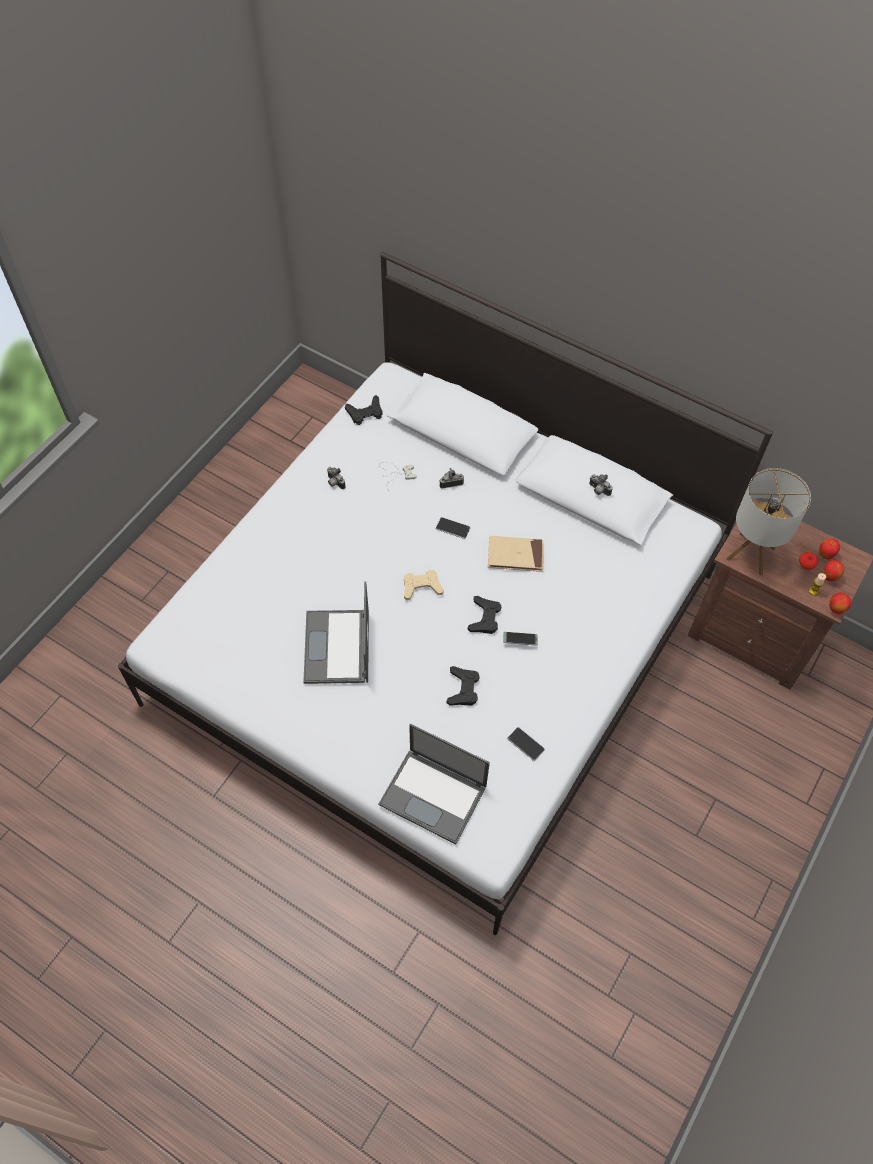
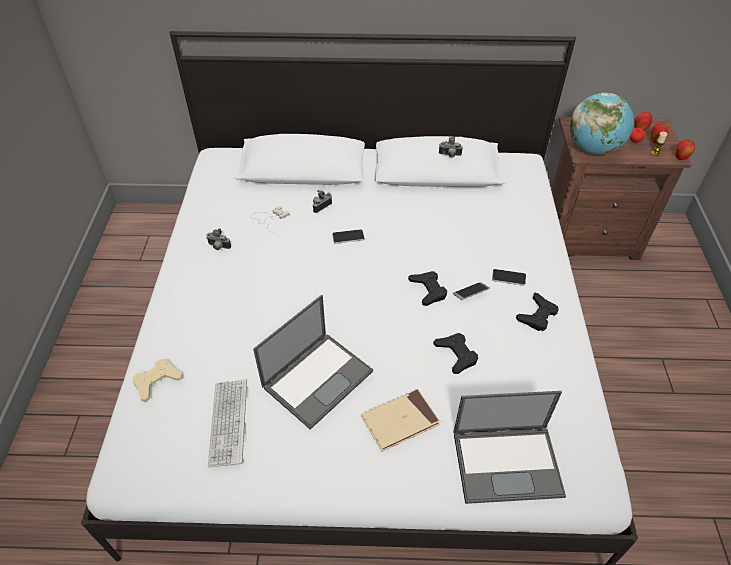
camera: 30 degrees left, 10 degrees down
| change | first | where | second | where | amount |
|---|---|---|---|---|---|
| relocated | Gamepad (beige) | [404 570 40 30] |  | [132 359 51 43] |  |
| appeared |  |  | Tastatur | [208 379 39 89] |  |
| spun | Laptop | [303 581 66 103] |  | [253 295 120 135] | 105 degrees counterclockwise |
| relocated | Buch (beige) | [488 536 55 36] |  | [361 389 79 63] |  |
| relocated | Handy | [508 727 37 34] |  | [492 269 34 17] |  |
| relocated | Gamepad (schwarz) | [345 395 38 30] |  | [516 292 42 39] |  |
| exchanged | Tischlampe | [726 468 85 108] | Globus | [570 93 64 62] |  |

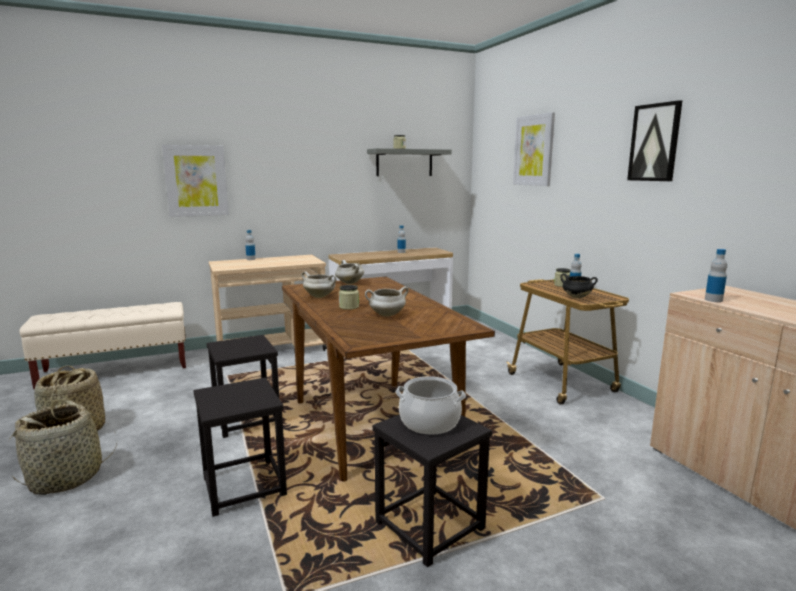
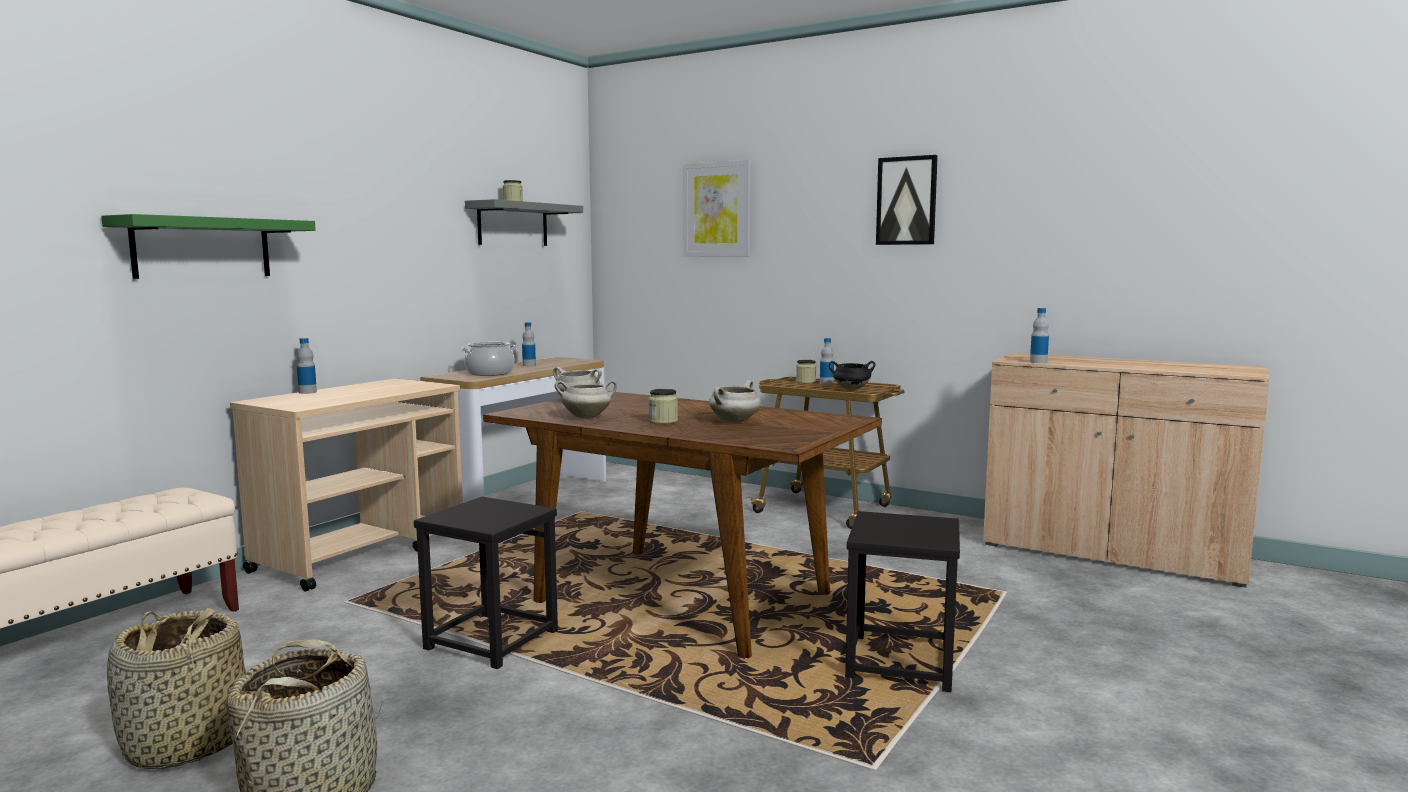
camera: 35 degrees left, 5 degrees down
| change | first | where | second | where | amount |
|---|---|---|---|---|---|
| exchanged | Bild | [162 145 67 72] | Wandregal (grün) | [101 214 215 65] |  |
| relocated | Kochtopf | [396 376 70 58] |  | [462 342 54 34] |  |
| missing | Hocker (schwarz) | [194 377 93 140] |  |  |  |

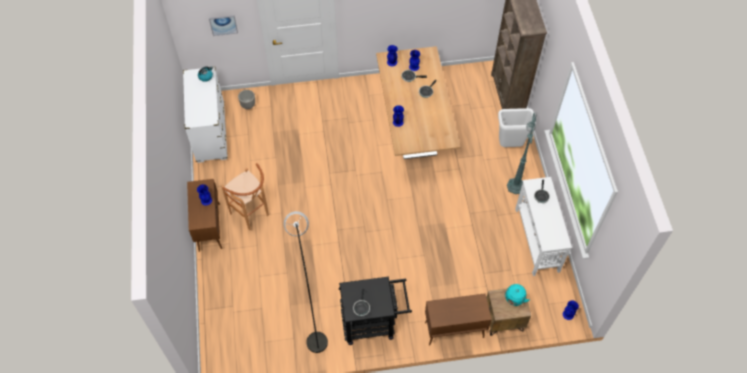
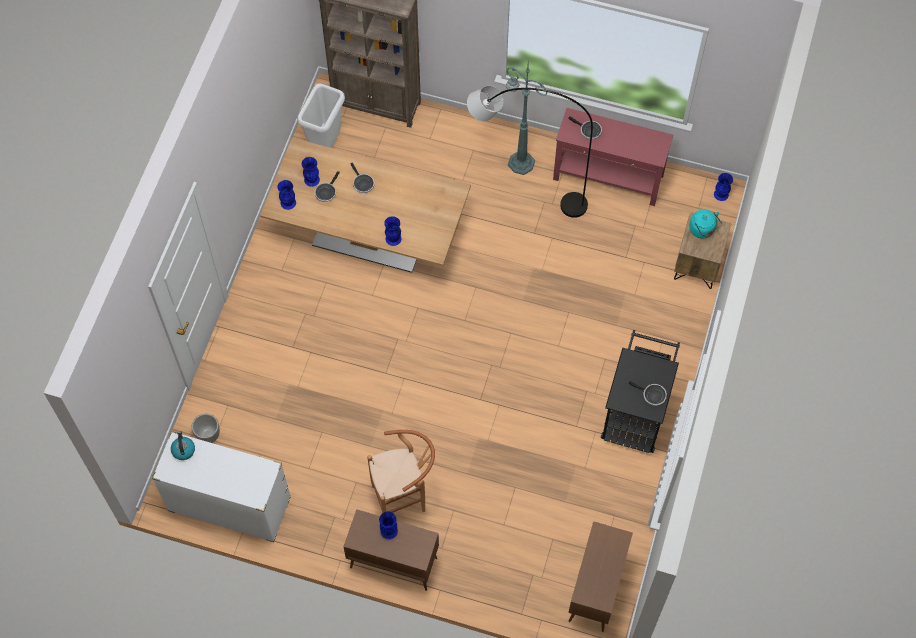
camera: 65 degrees left, 5 degrees up
| change | first | where | second | where | amount |
|---|---|---|---|---|---|
| relocated | Mülleimer (weiß) | [498 108 38 39] |  | [297 83 48 65] |  |
| relocated | Stehlampe (grau) | [284 211 44 142] |  | [467 86 126 132] |  |
| colour | Konsolentisch (weiß) | [515 177 57 99] | Konsolentisch (rot) | [553 108 120 98] |  |
| relocated | Schrank (braun) | [425 293 67 52] |  | [568 521 65 111] |  |
| missing | Bild | [209 15 29 21] |  |  |  |

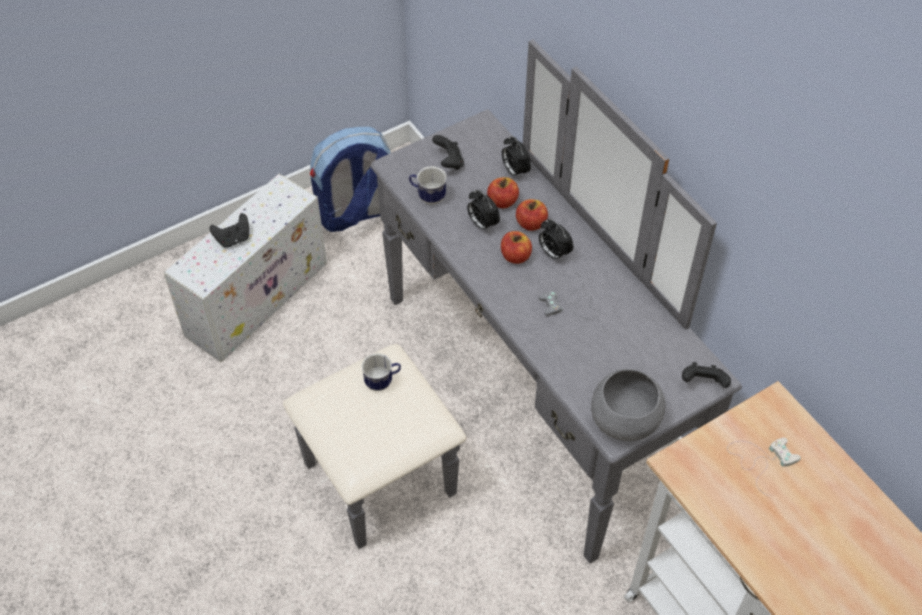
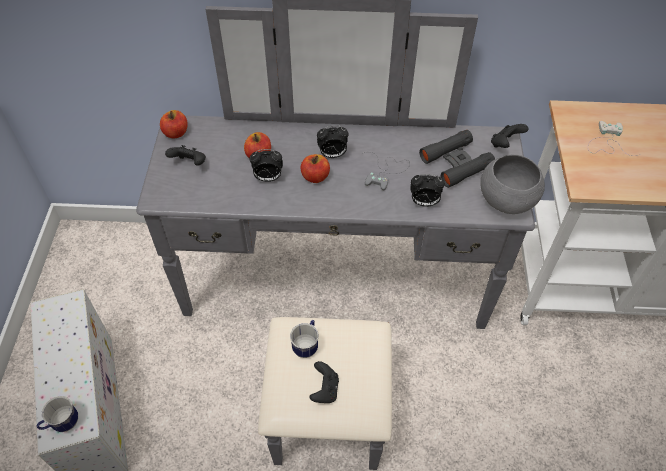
camera: 55 degrees left, 0 degrees up
| change | first | where | second | where | amount |
|---|---|---|---|---|---|
| relocated | Henkelbecher | [409 166 38 39] |  | [37 396 41 36] |  |
| relocated | Apfel | [516 199 32 32] |  | [160 110 28 28] |  |
| relocated | Gamepad (schwarz) | [210 213 39 35] |  | [309 361 30 42] |  |
| relocated | Wecker | [502 136 29 43] |  | [410 174 35 33] |  |
| appeared |  |  | Fernglas (schwarz) | [419 130 76 58] |  |
| missing | Rucksack | [310 127 81 105] |  |  |  |

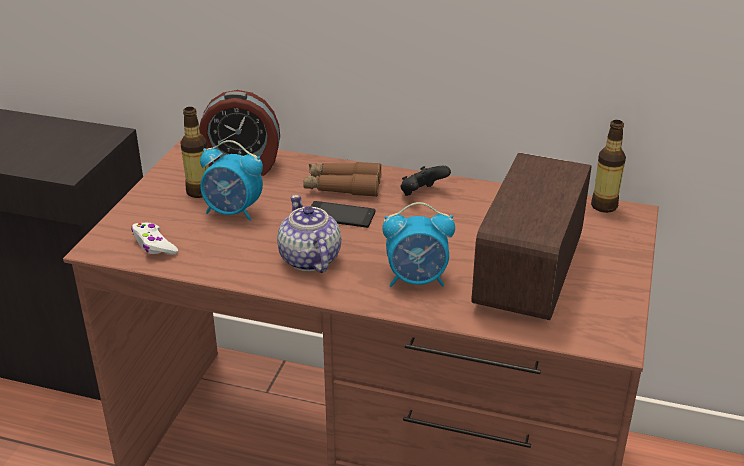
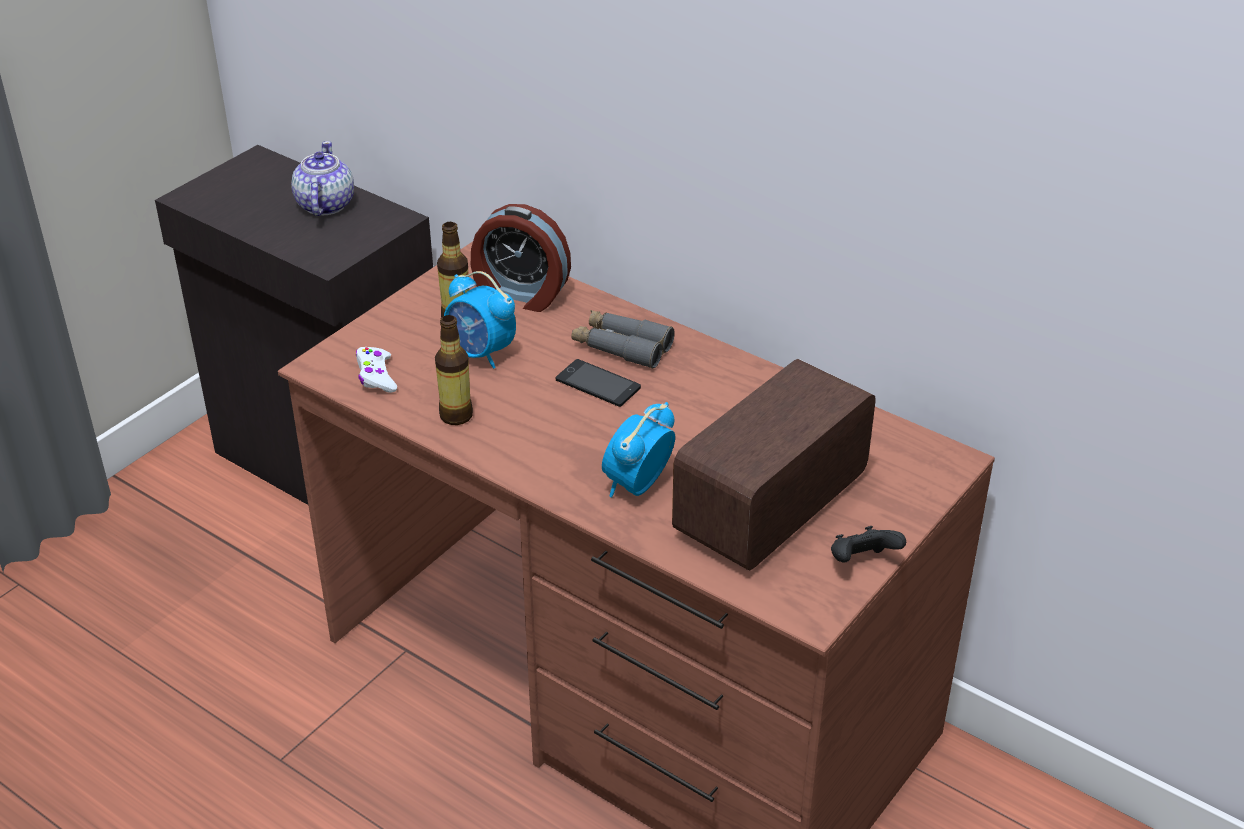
camera: 20 degrees right, 5 degrees up
| change | first | where | second | where | amount |
|---|---|---|---|---|---|
| relocated | Teekanne | [277 195 64 78] |  | [291 141 63 75] |  |
| relocated | Flasche | [591 120 35 93] |  | [435 315 38 110] |  |
| colour | Fernglas (braun) | [303 162 78 35] | Fernglas (grau) | [571 310 104 59] |  |
| spun | Wecker | [382 202 73 85] |  | [602 402 73 95] | 105 degrees clockwise |
| relocated | Gamepad (schwarz) | [400 166 51 30] |  | [831 526 75 37] |  |

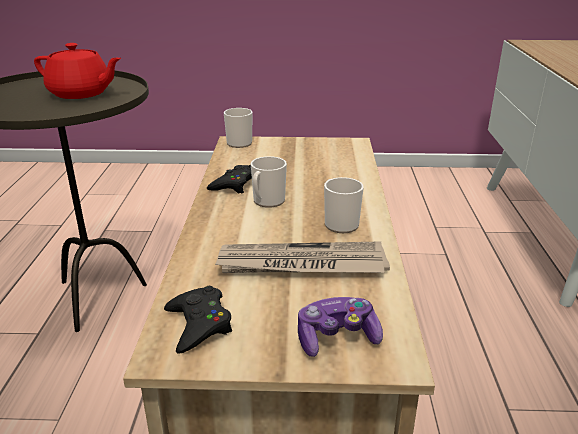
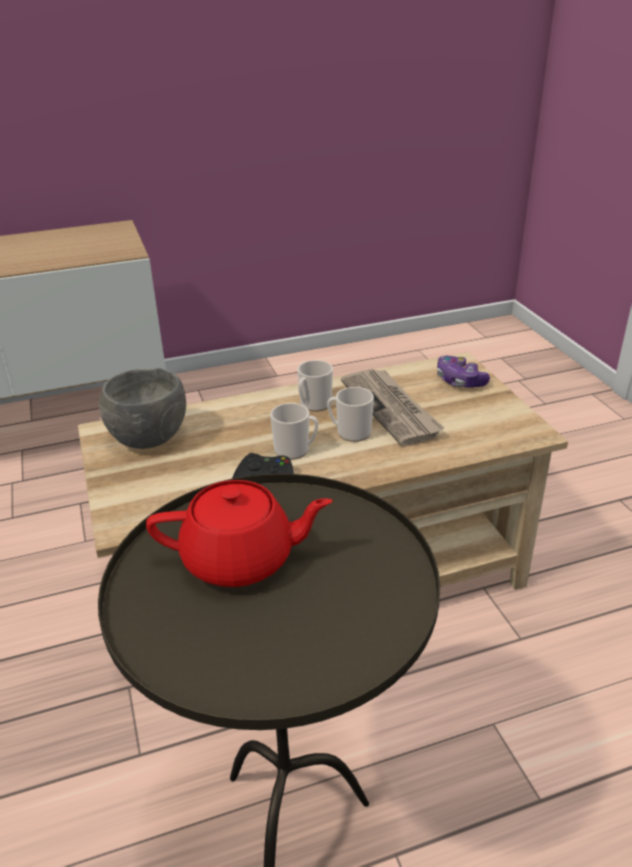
camera: 110 degrees left, 5 degrees up
| change | first | where | second | where | amount |
|---|---|---|---|---|---|
| appeared |  |  | Schüssel (grau) | [99 368 87 81] |  |
| spun | Teekanne (rot) | [34 43 87 56] |  | [146 480 186 107] | 90 degrees clockwise |
| relocated | Henkelbecher | [224 108 29 40] |  | [327 387 47 55] |  |
| missing | Gamepad (schwarz) | [164 286 68 68] |  |  |  |

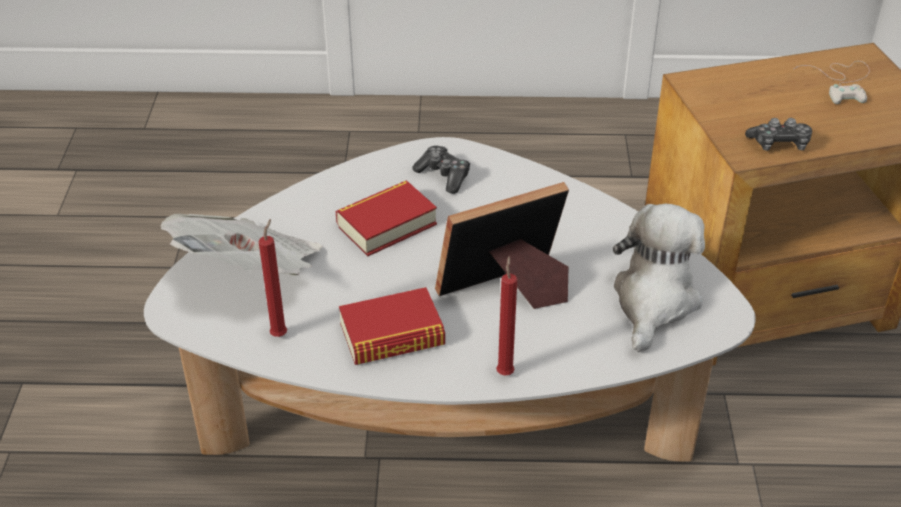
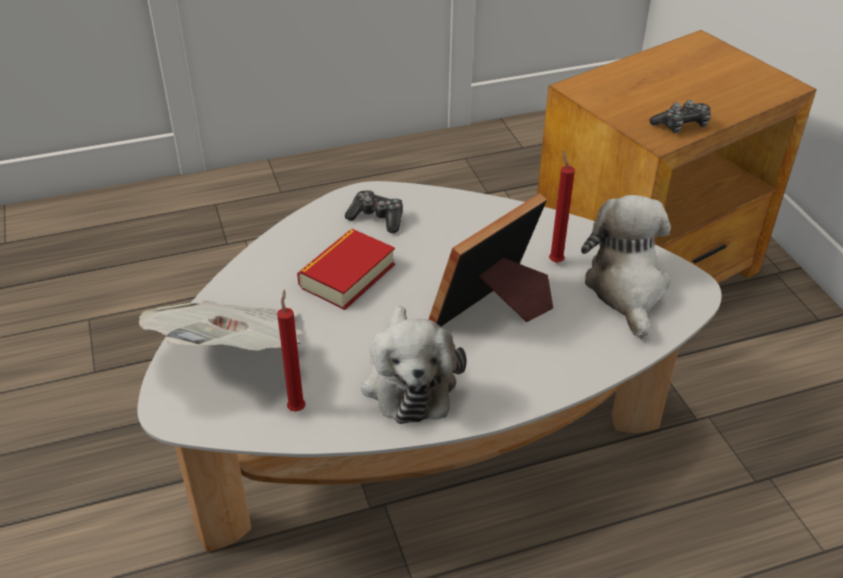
camera: 20 degrees left, 0 degrees up
| change | first | where | second | where | amount |
|---|---|---|---|---|---|
| exchanged | Buch | [339 287 106 78] | Plüschtier | [361 306 105 118] |  |
| relocated | Kerze (rot) | [496 256 21 120] |  | [549 151 26 112] |  |
| missing | Gamepad (weiß) | [794 61 75 43] |  |  |  |

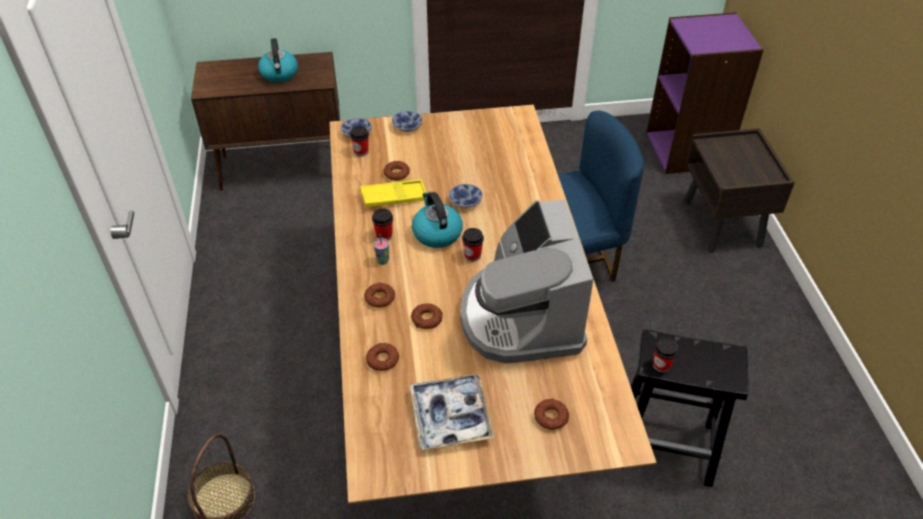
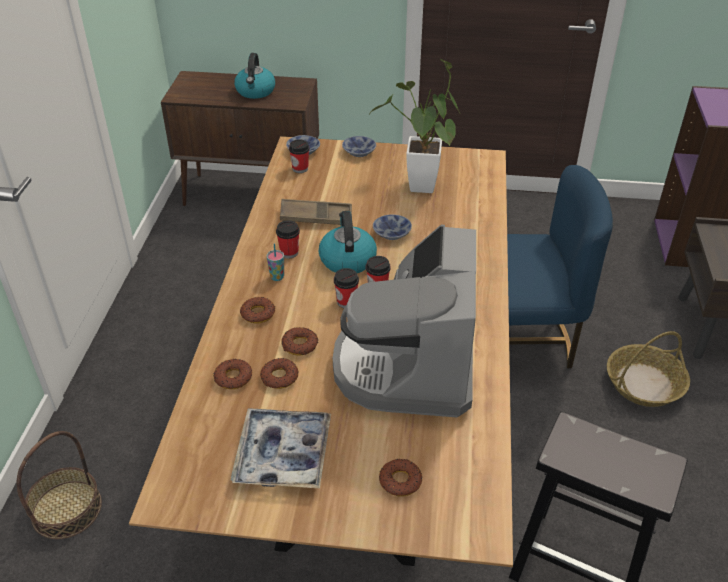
camera: 15 degrees right, 5 degrees down
| change | first | where | second | where | amount |
|---|---|---|---|---|---|
| relocated | Donut | [383 161 27 20] |  | [260 358 39 31] |  |
| colour | Tablett (gelb) | [360 180 66 27] | Tablett (braun) | [280 199 72 26] |  |
| relocated | Tasse | [653 338 25 35] |  | [334 268 25 40] |  |
| appeared |  |  | Topfpflanze | [368 59 92 134] |  |
| appeared |  |  | Korb | [607 331 83 76] |  |

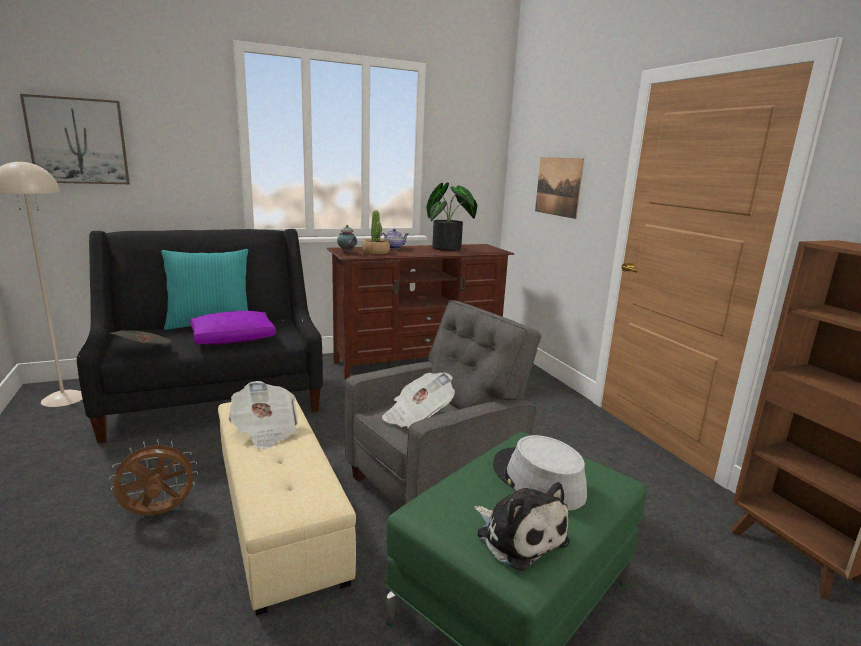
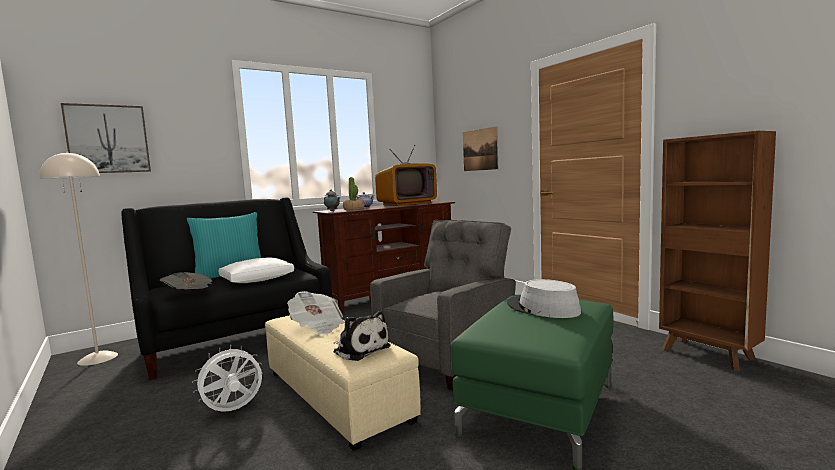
camera: 10 degrees left, 10 degrees down
| change | first | where | second | where | amount |
|---|---|---|---|---|---|
| colour | Ventilator (braun) | [109 439 89 76] | Ventilator (weiß) | [192 345 71 67] |  |
| colour | Kissen (lila) | [190 311 86 33] | Kissen (weiß) | [218 258 76 25] |  |
| relocated | Plüschtier | [474 482 96 89] |  | [334 311 57 50] |  |
| exchanged | Topfpflanze | [426 183 52 68] | Fernseher | [375 145 62 61] |  |
| missing | Zeitung | [382 372 73 57] |  |  |  |

